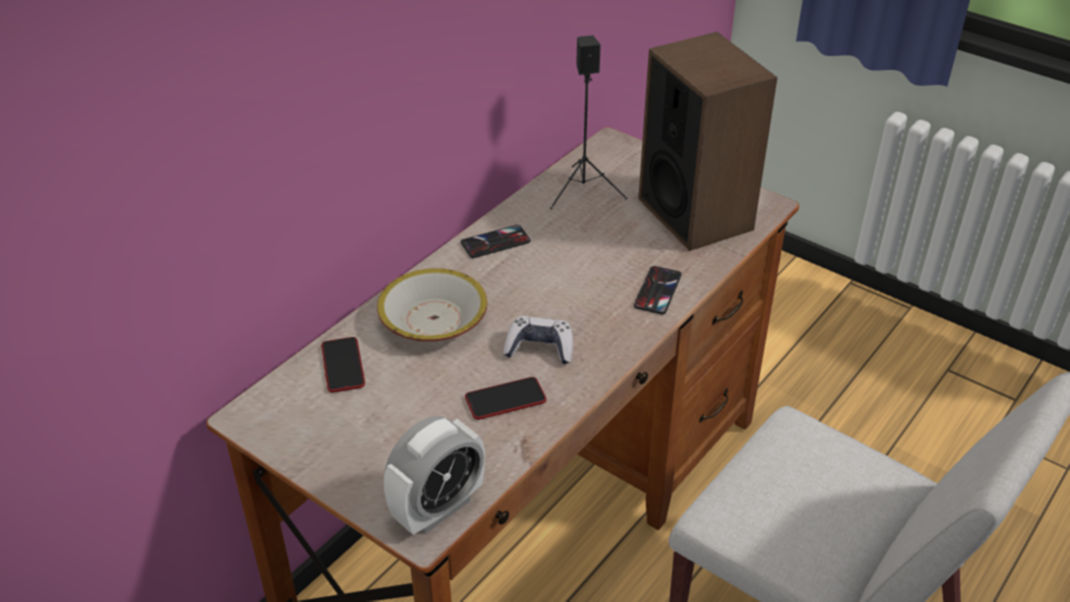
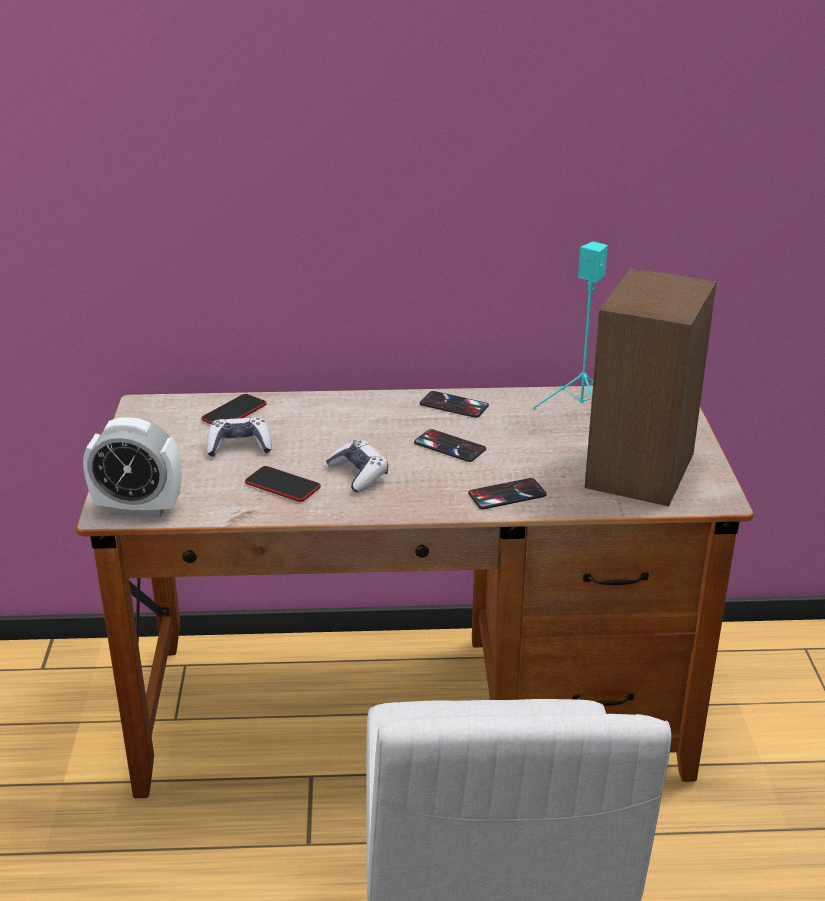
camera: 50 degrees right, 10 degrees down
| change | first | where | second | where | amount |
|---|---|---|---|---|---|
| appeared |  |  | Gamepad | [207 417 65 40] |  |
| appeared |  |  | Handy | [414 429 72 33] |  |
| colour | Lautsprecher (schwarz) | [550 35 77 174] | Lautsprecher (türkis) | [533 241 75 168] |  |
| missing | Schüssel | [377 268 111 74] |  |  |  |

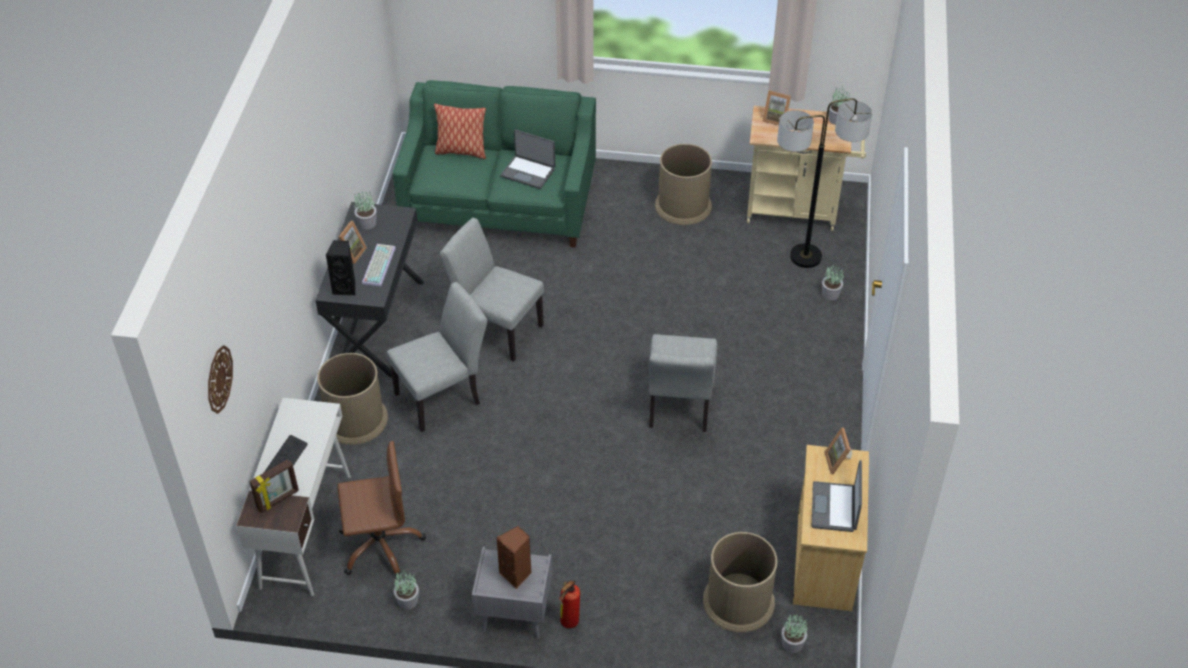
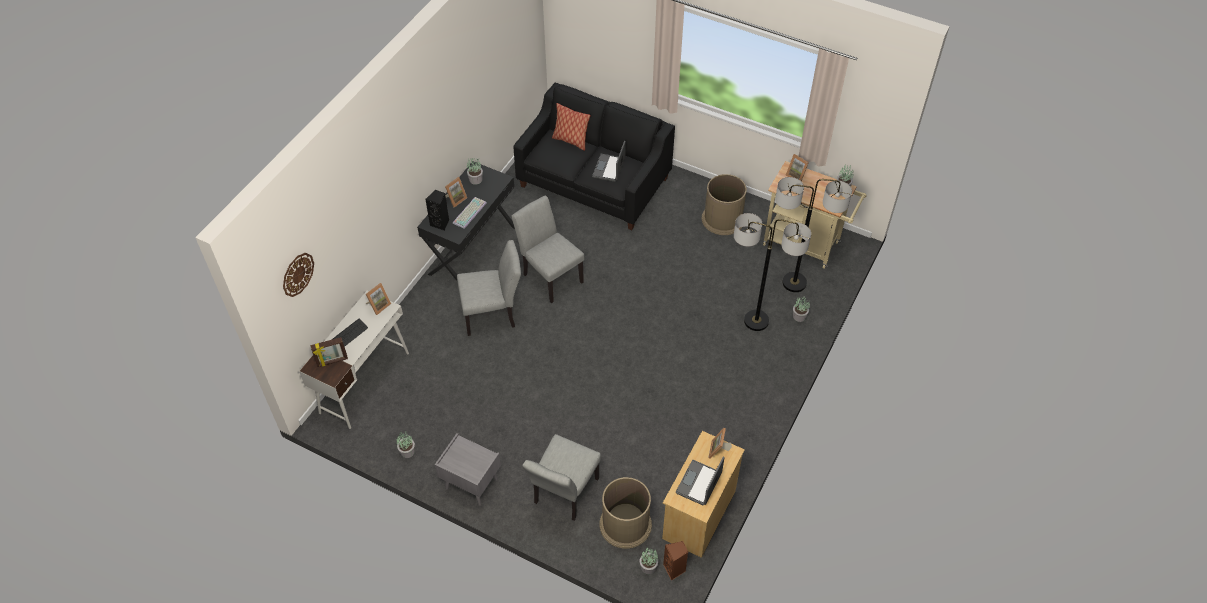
camera: 20 degrees right, 5 degrees up
| change | first | where | second | where | amount |
|---|---|---|---|---|---|
| appeared |  |  | Bilderrahmen | [365 283 26 32] |  |
| colour | Sofa (grün) | [393 80 203 168] | Sofa (schwarz) | [513 83 162 147] |  |
| relocated | Stuhl (grau) | [649 334 68 98] |  | [523 434 78 87] |  |
| spun | Laptop | [501 130 54 59] |  | [592 141 34 41] | 60 degrees clockwise |
| relocated | Lautsprecher (braun) | [496 526 36 63] |  | [663 541 25 40] |  |
| appeared |  |  | Stehlampe | [734 213 77 118] |  |
| missing | Mülleimer (braun) | [317 353 71 92] |  |  |  |
| missing | Bürostuhl (braun) | [337 441 89 138] |  |  |  |
| missing | Feuerlöscher | [559 580 21 48] |  |  |  |

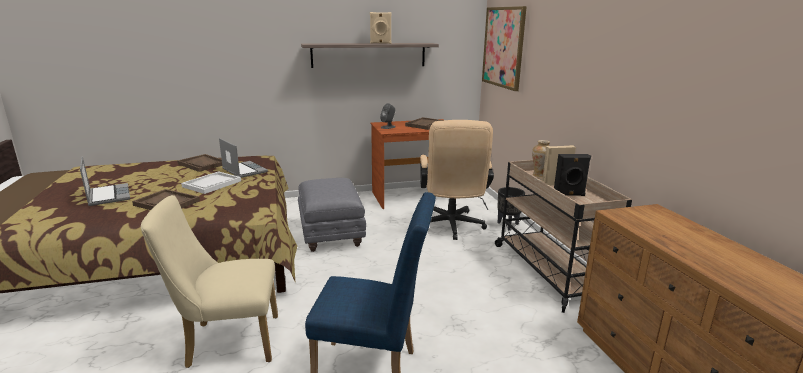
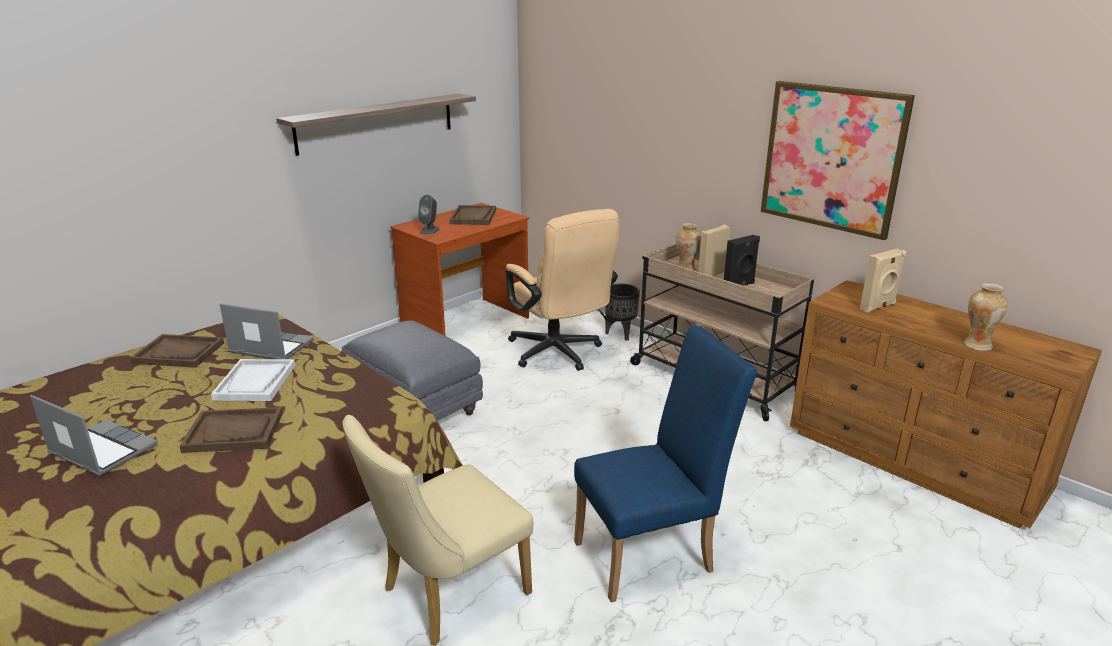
camera: 30 degrees left, 5 degrees up
| change | first | where | second | where | amount |
|---|---|---|---|---|---|
| relocated | Bild | [482 6 45 85] |  | [761 81 154 159] |  |
| relocated | Lautsprecher (beige) | [370 12 22 32] |  | [860 249 46 64] |  |
| appeared |  |  | Vase | [964 283 44 68] |  |

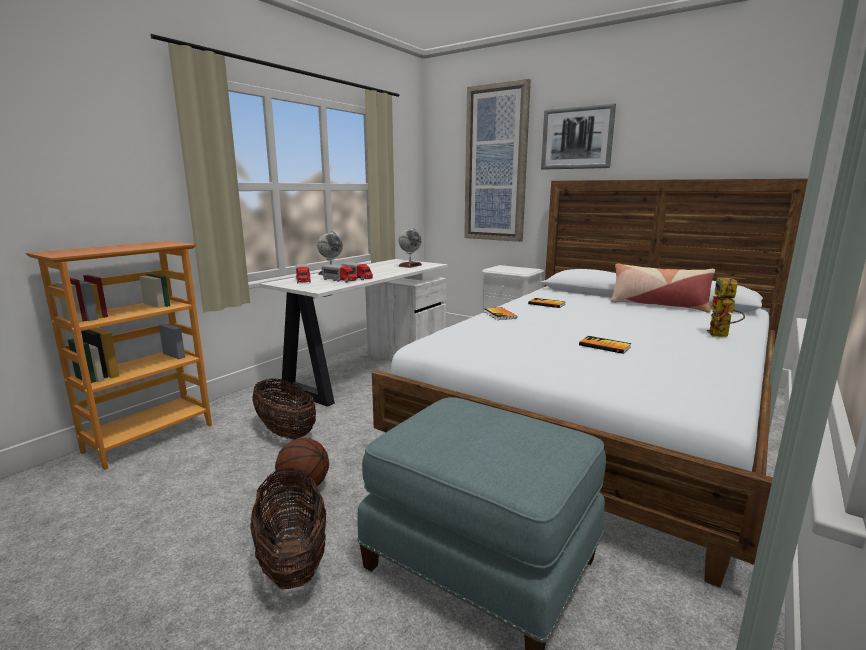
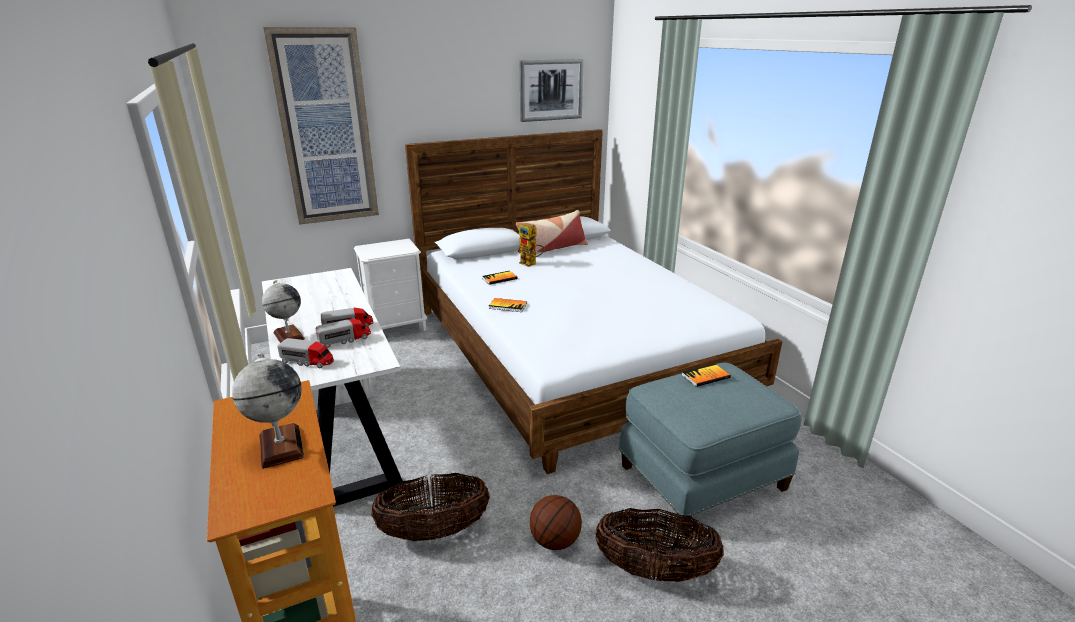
camera: 60 degrees left, 10 degrees up
| change | first | where | second | where | amount |
|---|---|---|---|---|---|
| relocated | Globus | [398 227 24 41] |  | [232 353 72 116] |  |
| relocated | Spielzeugroboter | [707 277 38 60] |  | [517 223 28 44] |  |
| relocated | Bild | [541 103 75 67] |  | [520 59 64 63] |  |
| relocated | Buch | [579 336 52 18] |  | [682 364 49 23] |  |

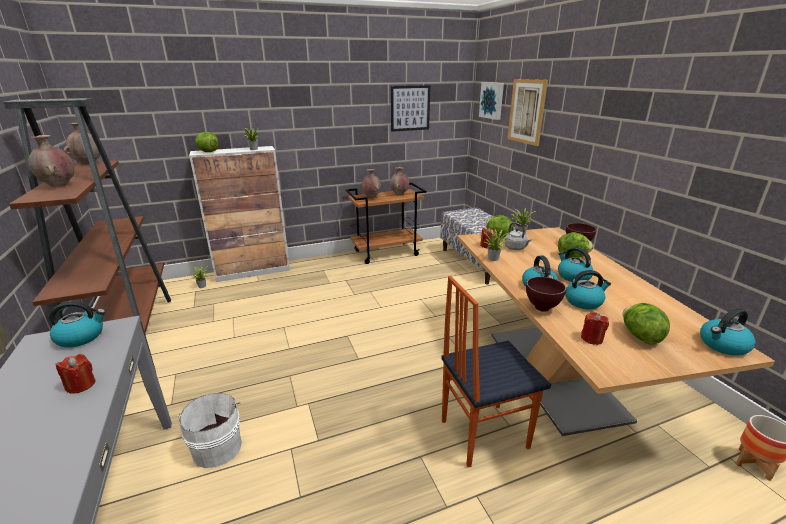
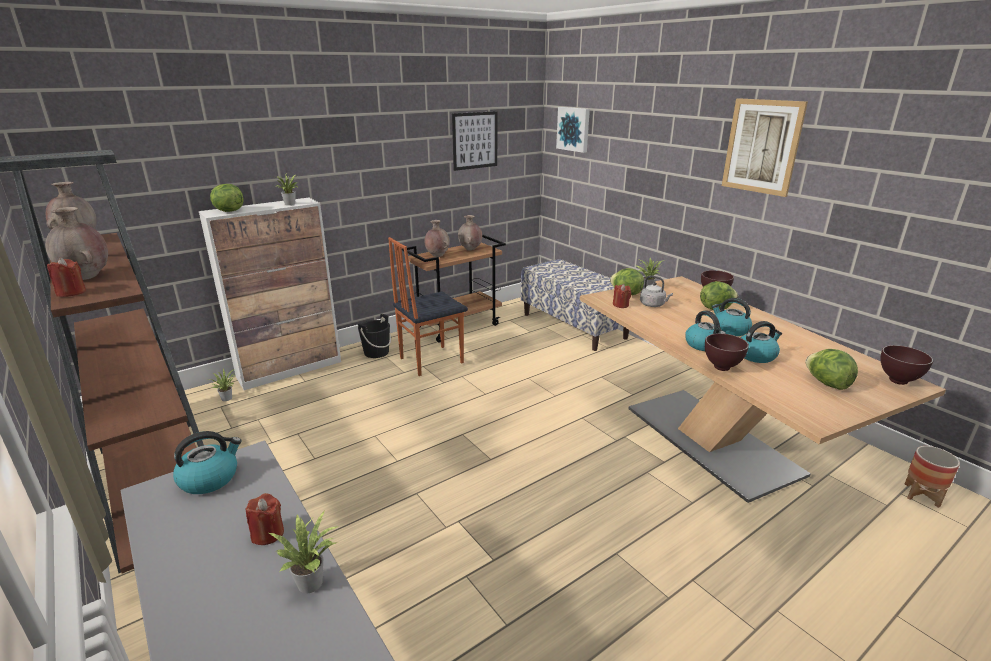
camera: 15 degrees left, 0 degrees up
| change | first | where | second | where | amount |
|---|---|---|---|---|---|
| relocated | Kerze (rot) | [581 312 28 33] |  | [47 257 39 40] |  |
| relocated | Topfpflanze | [483 229 26 32] |  | [269 511 71 83] |  |
| appeared |  |  | Eimer (schwarz) | [358 314 33 44] |  |
| relocated | Stuhl | [441 276 110 191] |  | [388 237 80 139] |  |
| relocated | Bild | [507 79 41 67] |  | [722 98 86 99] |  |
| exchanged | Wasserkessel | [700 308 56 48] | Schüssel (braun) | [880 345 53 40] |  |
| missing | Eimer (weiß) | [177 393 65 75] |  |  |  |

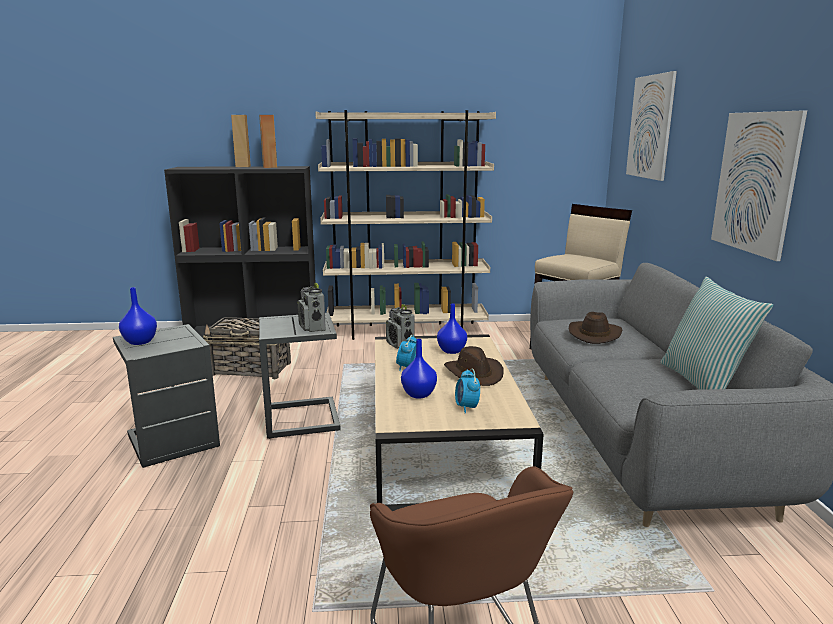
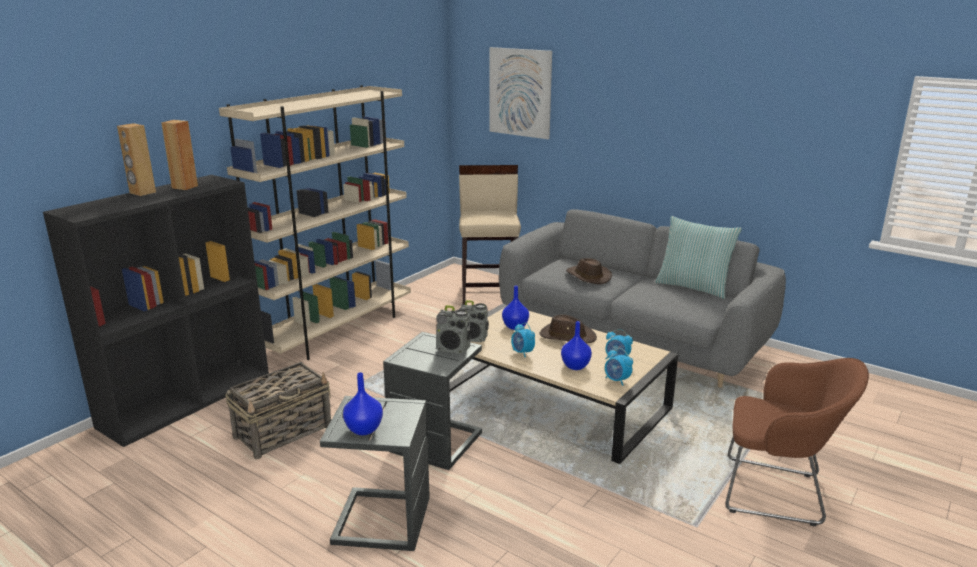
camera: 50 degrees left, 5 degrees up
| change | first | where | second | where | amount |
|---|---|---|---|---|---|
| appeared |  |  | Wecker | [605 348 28 38] |  |
| missing | Bild | [711 110 96 151] |  |  |  |

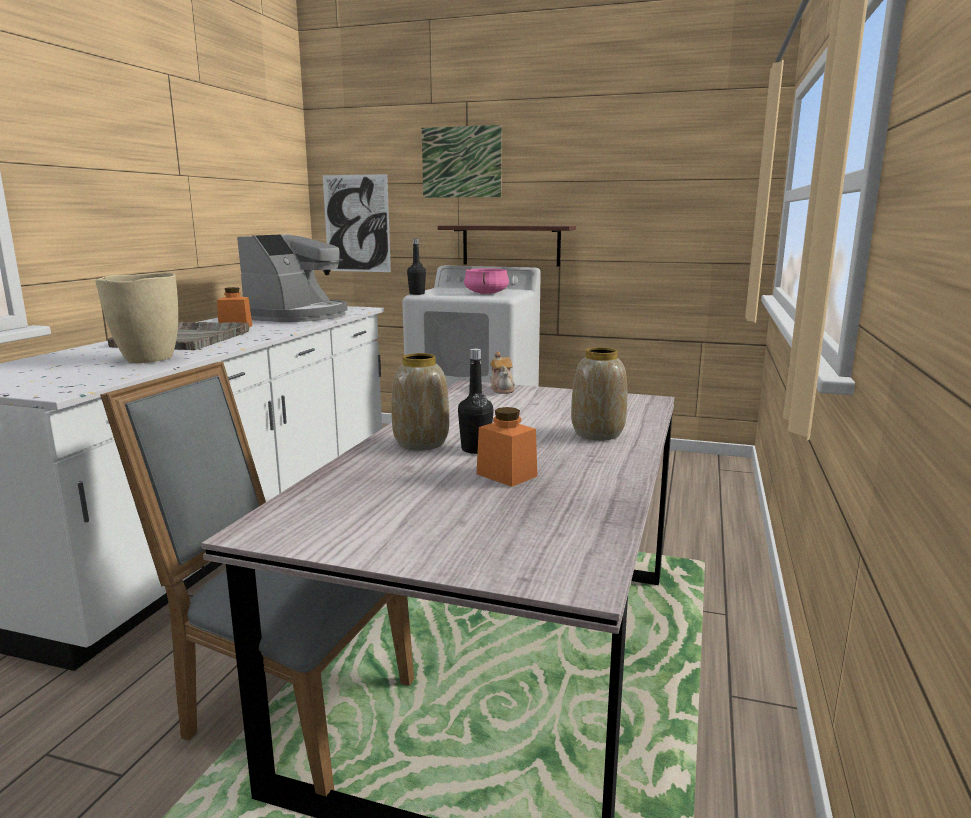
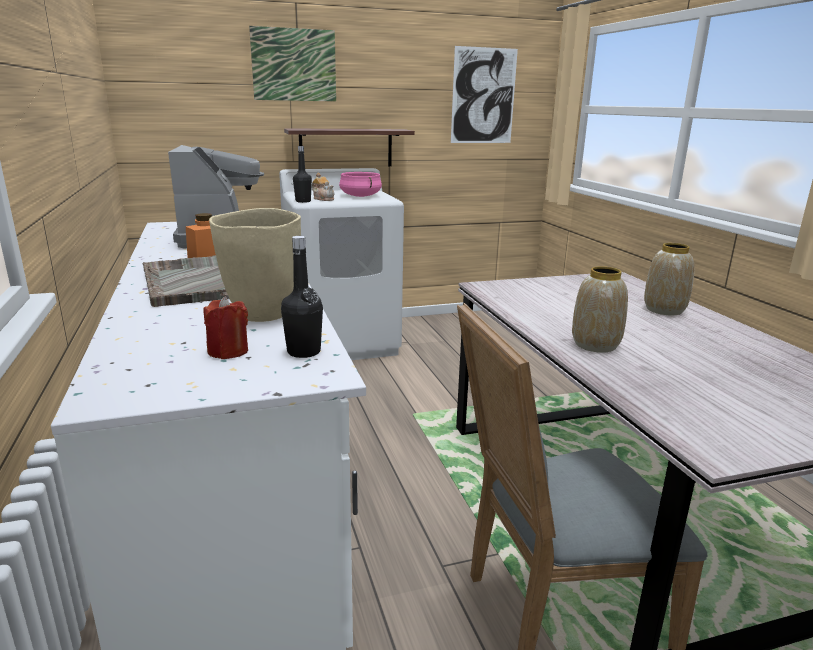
camera: 35 degrees left, 5 degrees up
| change | first | where | second | where | amount |
|---|---|---|---|---|---|
| appeared |  |  | Kerze (rot) | [203 296 45 63] |  |
| relocated | Flasche (schwarz) | [458 349 36 105] |  | [281 236 42 122] |  |
| relocated | Teekanne | [490 351 25 43] |  | [312 172 23 29] |  |
| relocated | Bild | [323 174 68 98] |  | [451 46 67 97] |  |
| missing | Vorratsglas (orange) | [477 407 60 80] |  |  |  |

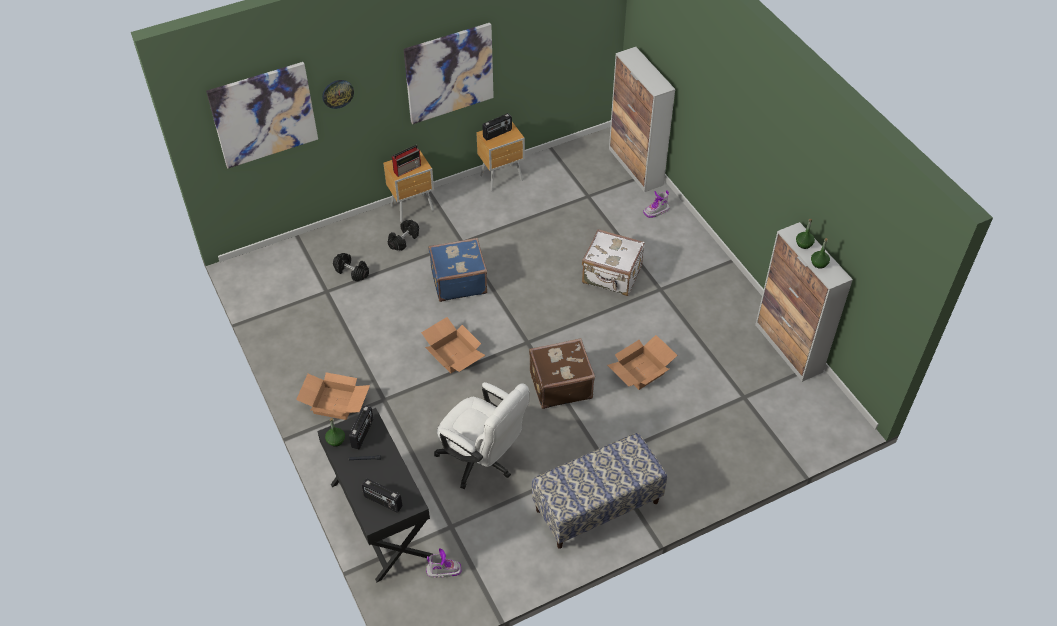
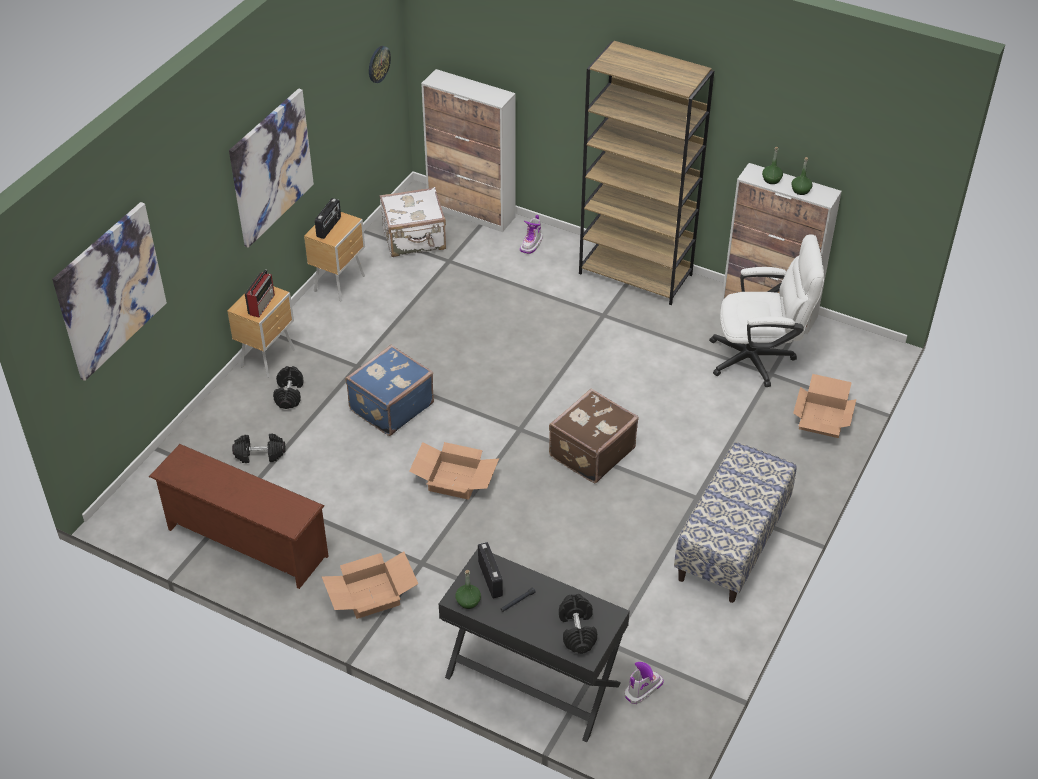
camera: 35 degrees left, 5 degrees down
| change | first | where | second | where | amount |
|---|---|---|---|---|---|
| appeared |  |  | Schuhregal (braun) | [149 444 180 145] |  |
| relocated | Wanduhr | [322 80 32 29] |  | [369 46 22 37] |  |
| relocated | Koffer (weiß) | [582 229 63 67] |  | [380 187 66 70] |  |
| exchanged | Radio | [362 478 40 35] | Hantel (schwarz) | [559 594 38 60] |  |
| appeared |  |  | Bücherregal (braun) | [579 41 135 264] |  |
| relocated | Bürostuhl (weiß) | [434 382 96 107] |  | [709 234 115 153] |  |
| relocated | Karton | [607 335 71 55] |  | [793 374 63 64] |  |

